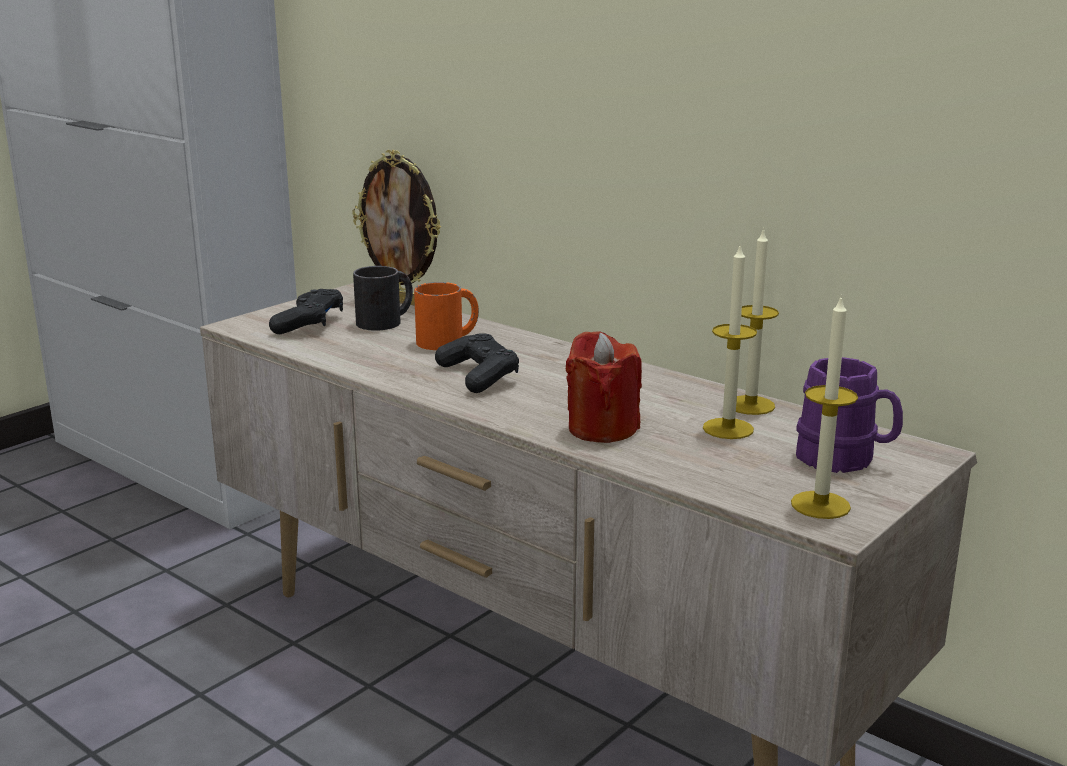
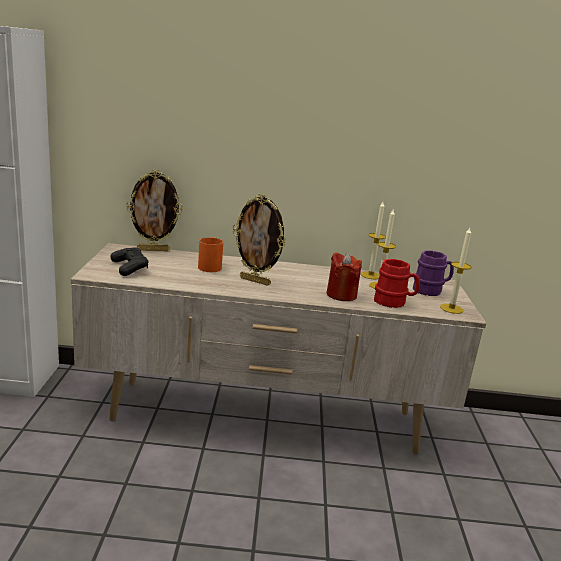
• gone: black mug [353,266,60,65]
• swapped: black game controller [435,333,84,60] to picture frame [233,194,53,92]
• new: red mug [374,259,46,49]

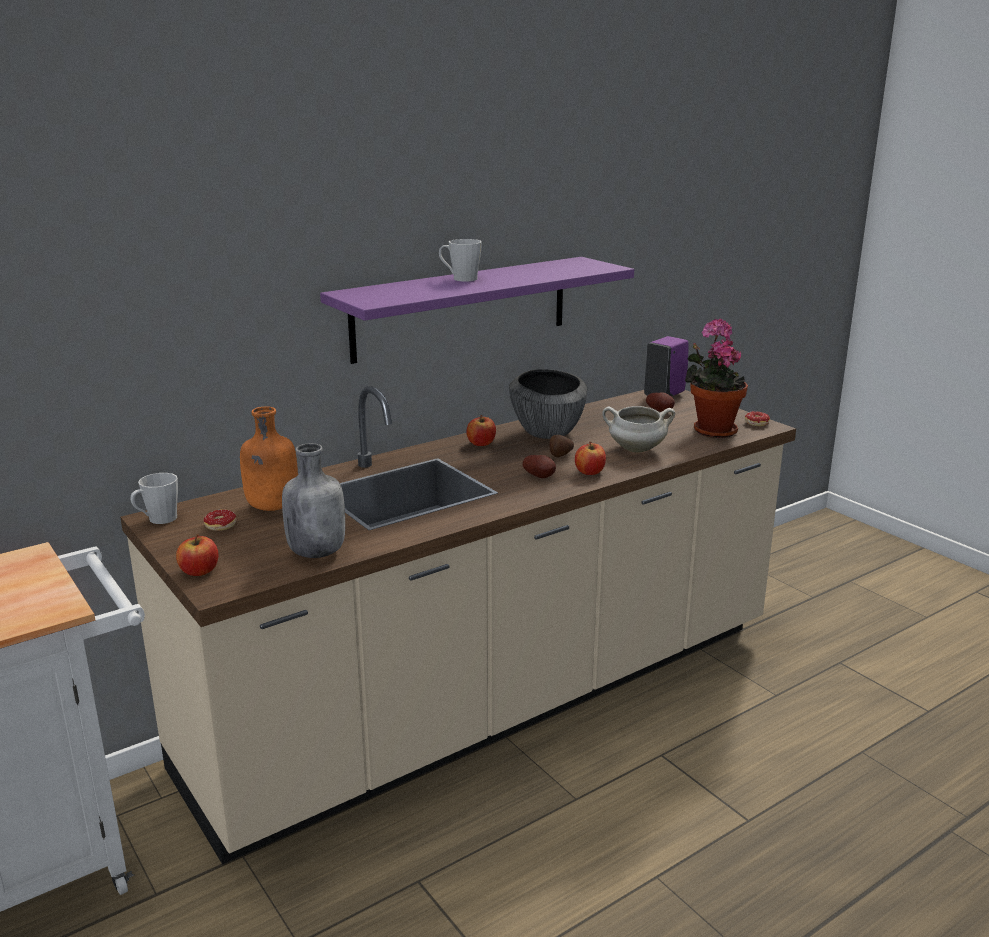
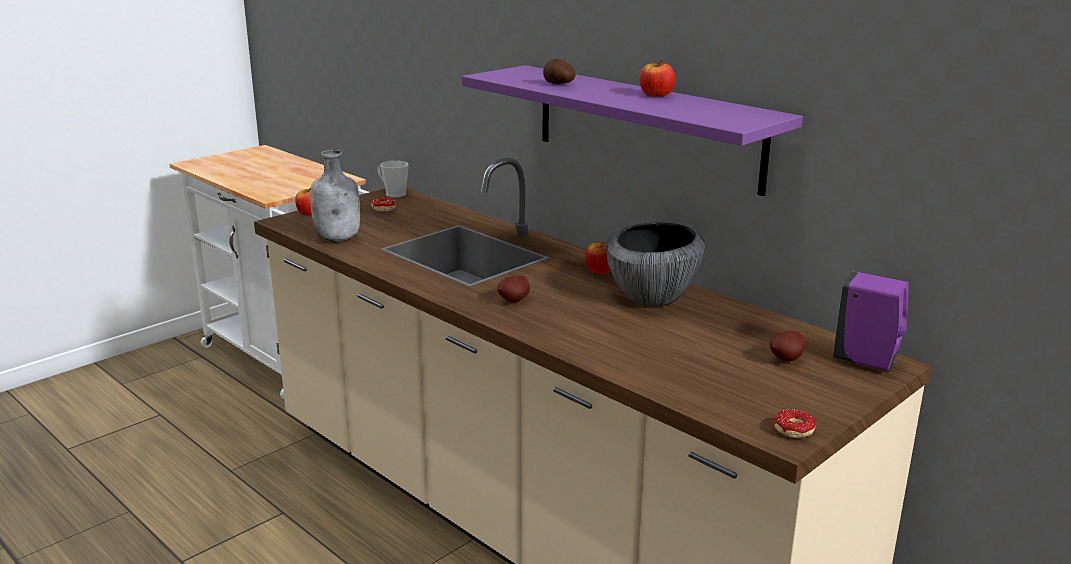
• gone: grey mug [439,239,43,43]
• gone: potted plant [685,319,63,119]
• gone: orange bottle [240,406,58,105]
• gone: white cooking pot [602,406,73,47]
• shifted: potato [549,435,25,22] to [543,59,32,25]
• shifted: apple [575,442,31,33] to [639,60,36,37]

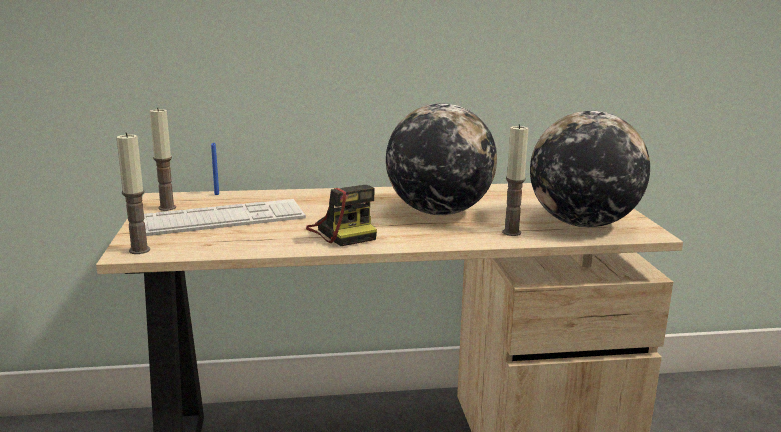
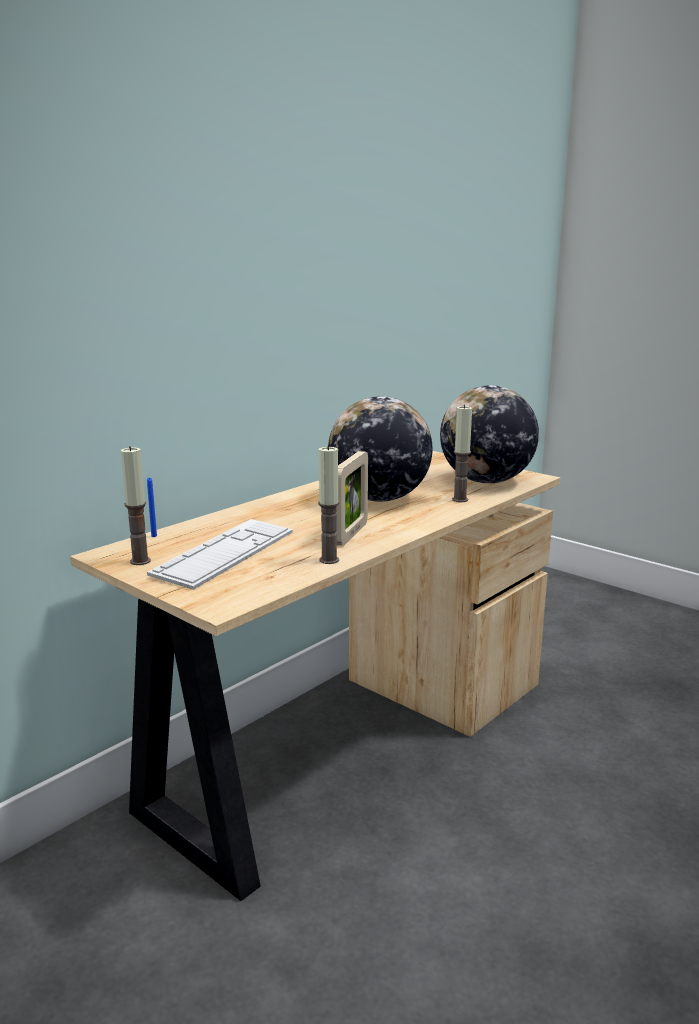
• shifted: candle [117,133,33,121] to [318,445,21,119]
• swapped: photo camera [306,185,71,61] to picture frame [336,451,32,95]

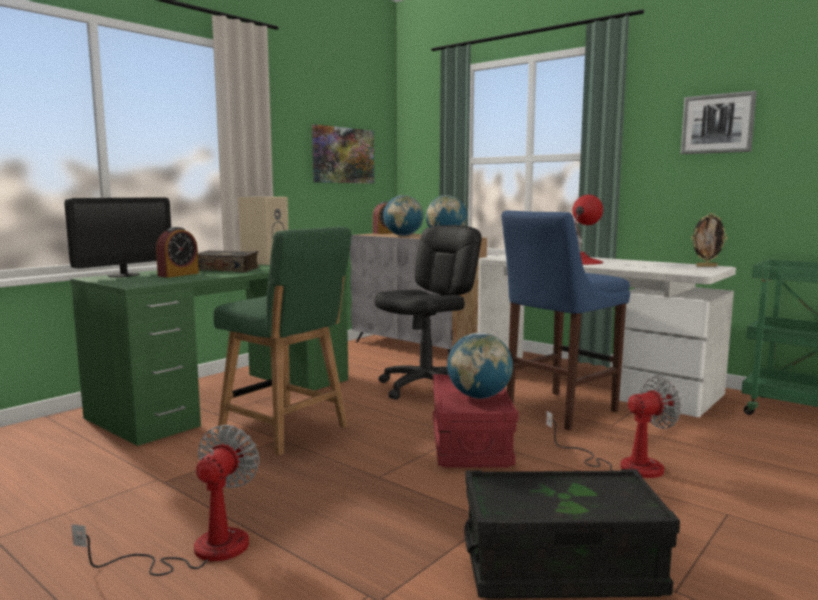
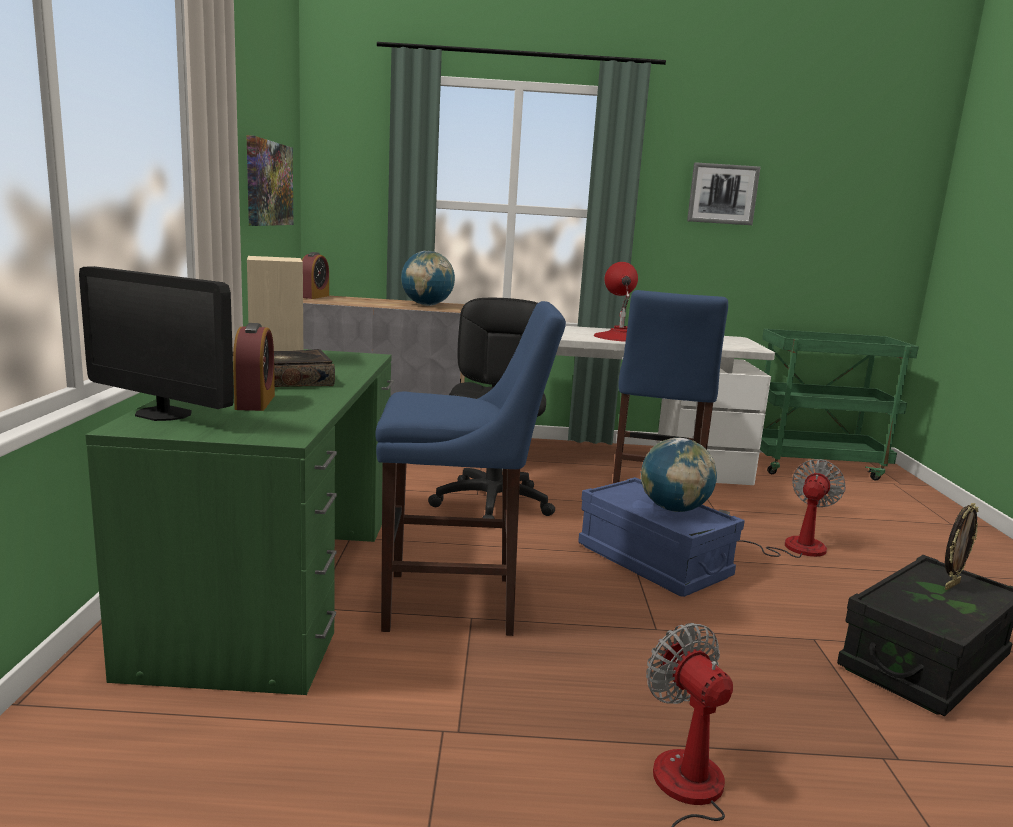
• gone: globe [383,195,40,41]
• rotated: monitor [64,197,107,80] = [79,266,155,155] 120 degrees clockwise
• shifted: picture frame [691,213,36,54] to [945,503,33,87]
• swapped: green chair [214,227,137,228] to blue stool [375,301,191,335]
• repainted: red storage box [433,374,85,93] to blue storage box [578,477,167,120]

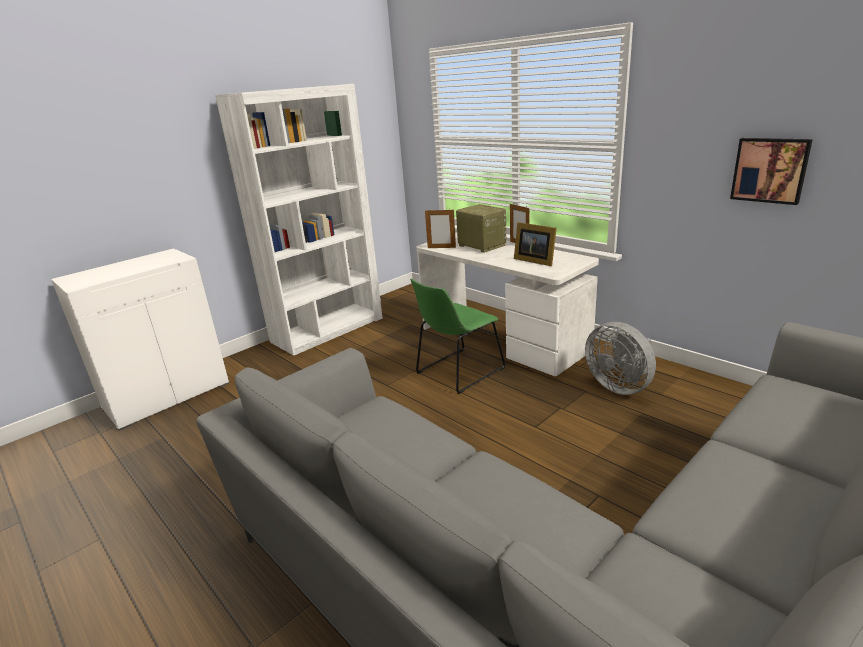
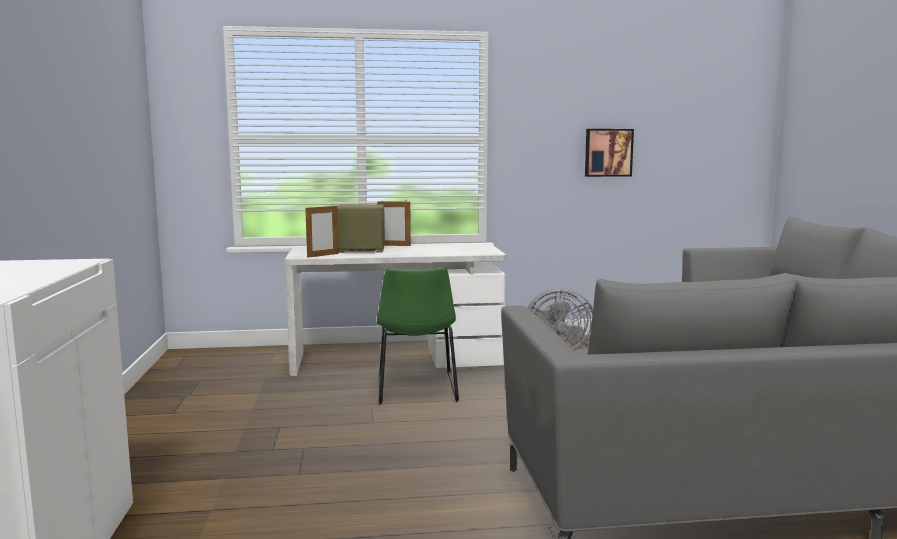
• gone: white bookcase [215,84,168,272]
• gone: picture frame [514,222,43,44]

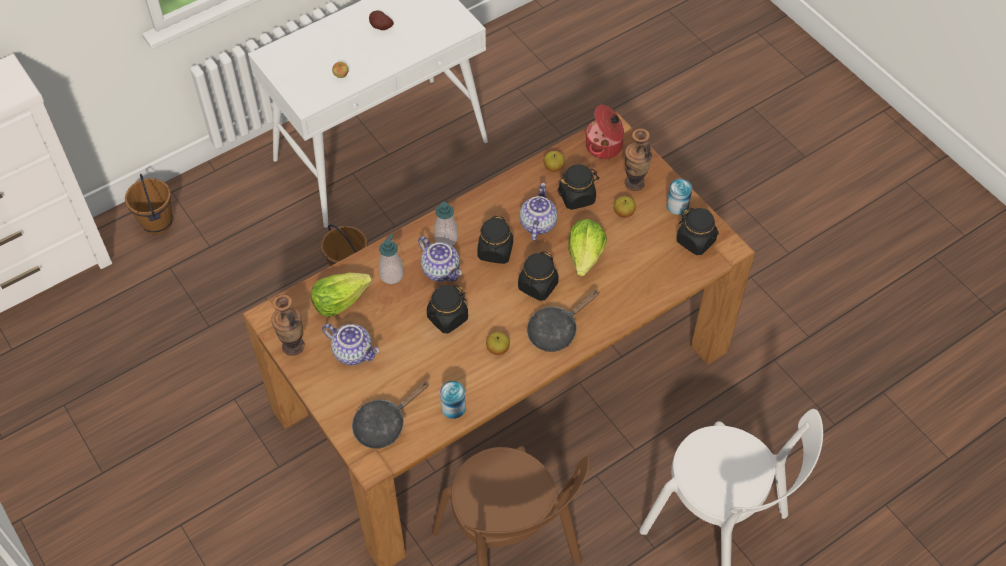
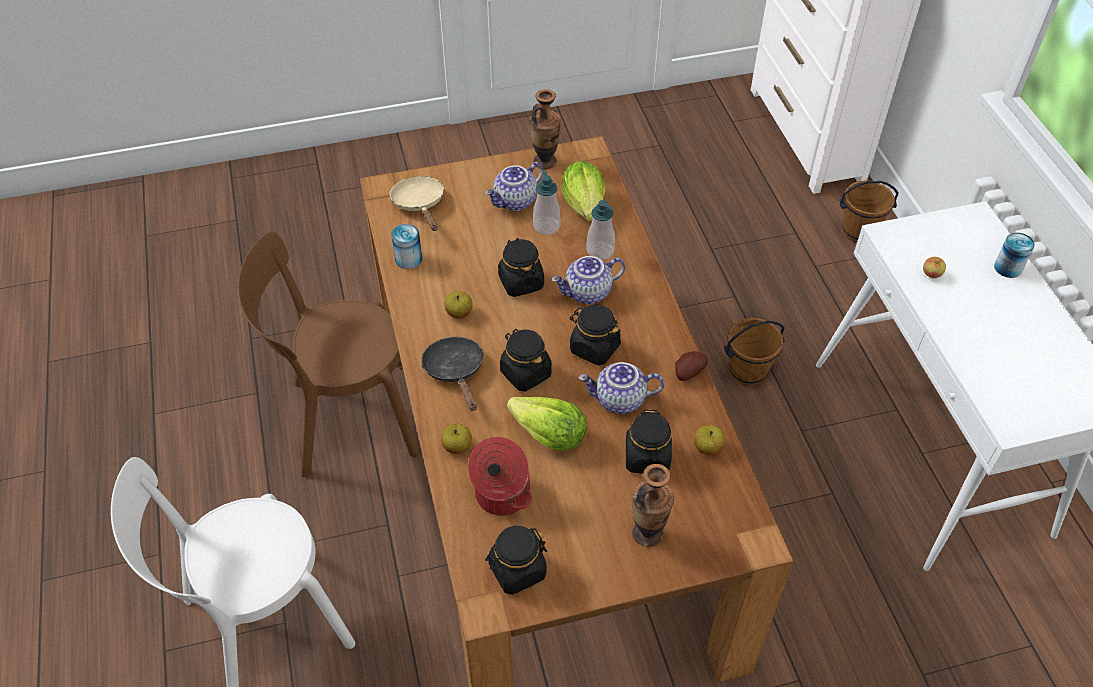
• shifted: potato [369,10,25,20] to [675,351,33,30]
• shifted: cooking pot [585,105,39,54] to [468,437,64,79]
• shifted: can [666,179,26,36] to [994,233,41,45]
• rotated: teapot [519,183,39,58] = [579,362,85,52] 150 degrees clockwise
• shifted: apple [614,196,22,22] to [441,423,31,31]
• shifted: soap dispenser [434,202,24,44] to [533,170,27,65]
• repainted: black frying pan [352,381,77,68] to beige frying pan [389,176,55,55]

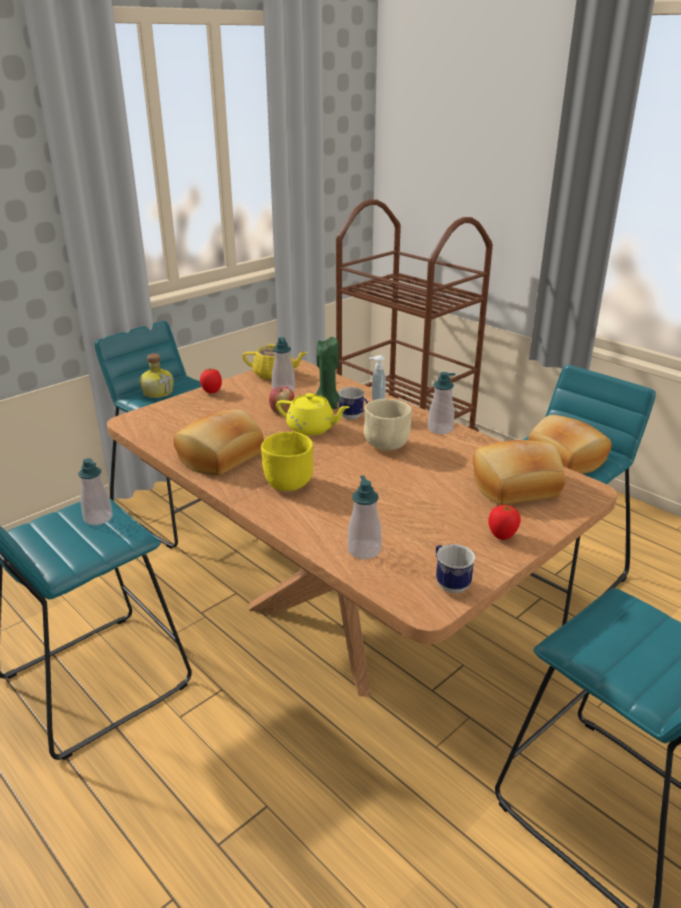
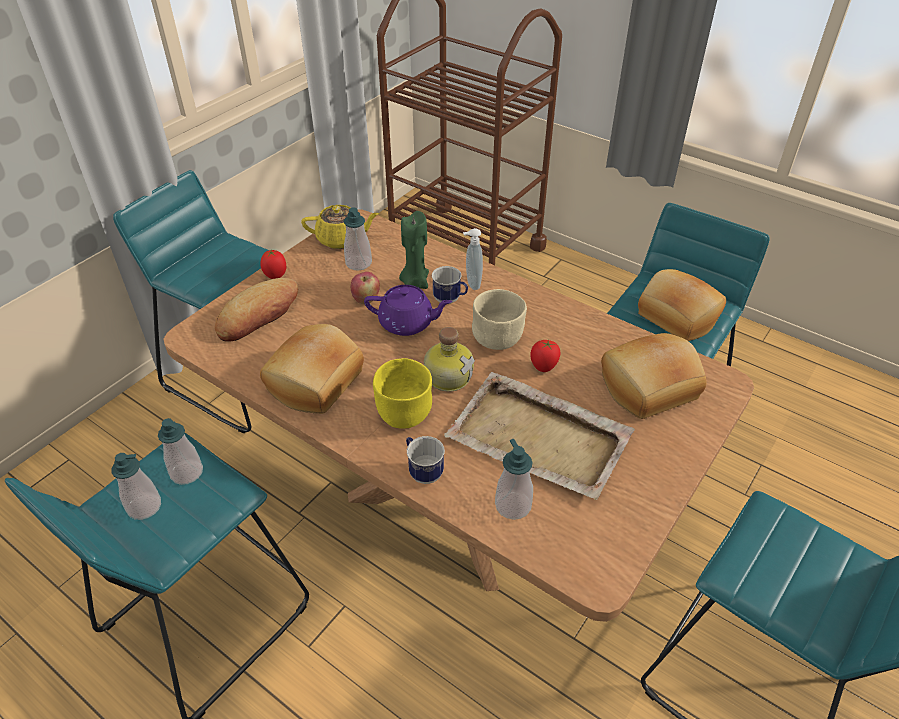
• shifted: bottle [139,353,35,45] to [424,327,51,65]
• shifted: soap dispenser [428,372,27,62] to [111,453,50,67]
• repainted: yellow teapot [276,393,74,43] to purple teapot [364,285,88,51]
• shifted: tomato [488,505,33,35] to [530,340,30,32]
• shifted: mug [436,544,39,49] to [406,436,39,48]
• new: bread [215,278,83,64]
• new: beige tray [444,372,191,128]

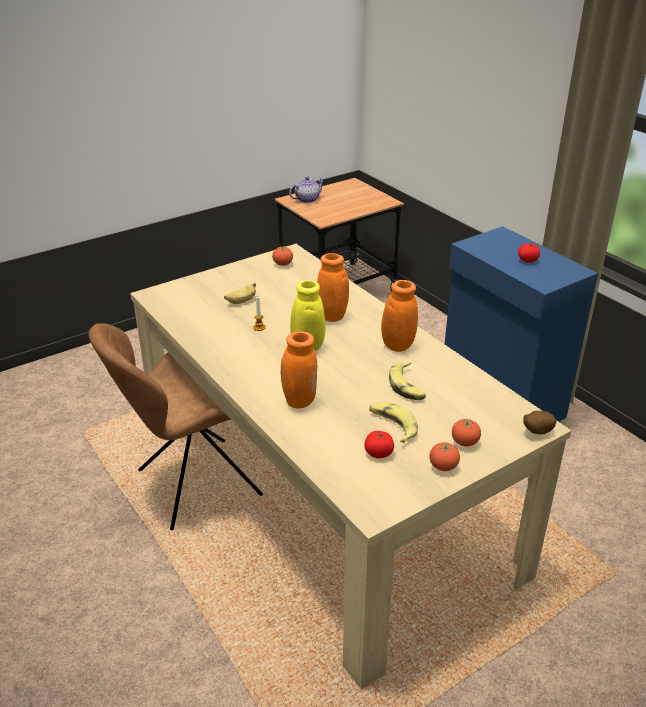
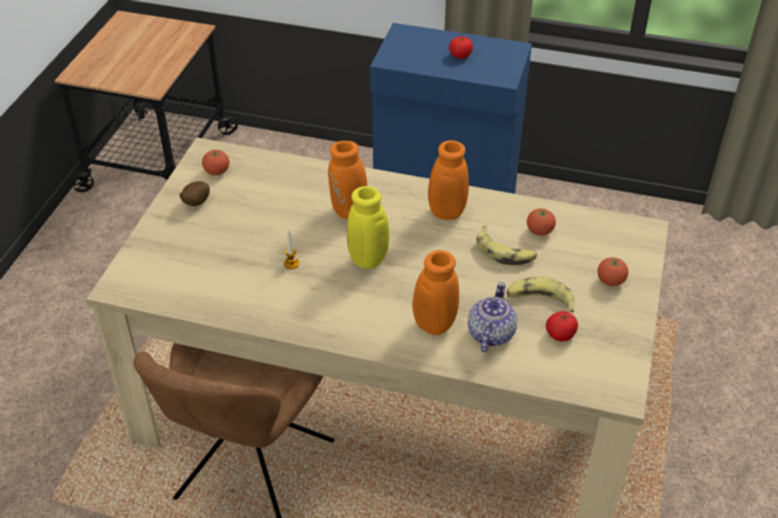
• shifted: teapot [289,176,36,27] to [468,282,49,70]
• gone: banana [224,283,32,21]
• shifted: potato [523,411,33,23] to [180,181,30,25]
• shifted: tomato [429,442,31,29] to [527,208,29,28]

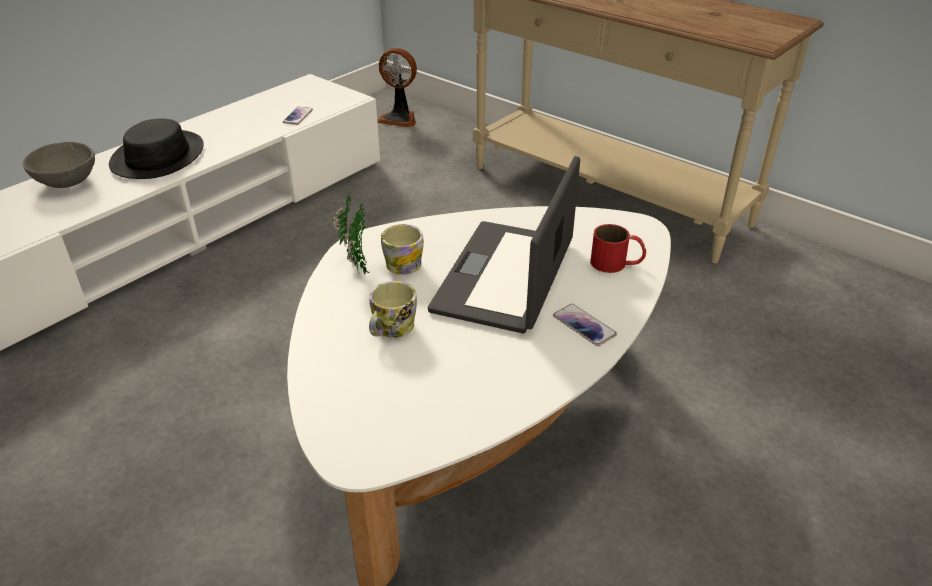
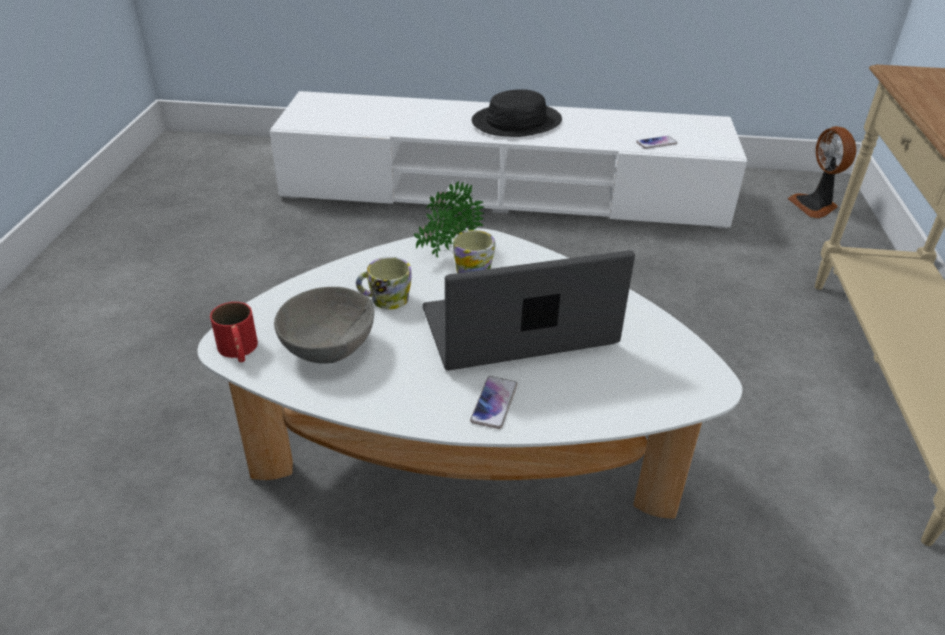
• shifted: grey bowl [22,142,73,46] to [274,287,100,76]
• shifted: red mug [590,224,56,49] to [210,302,48,60]

